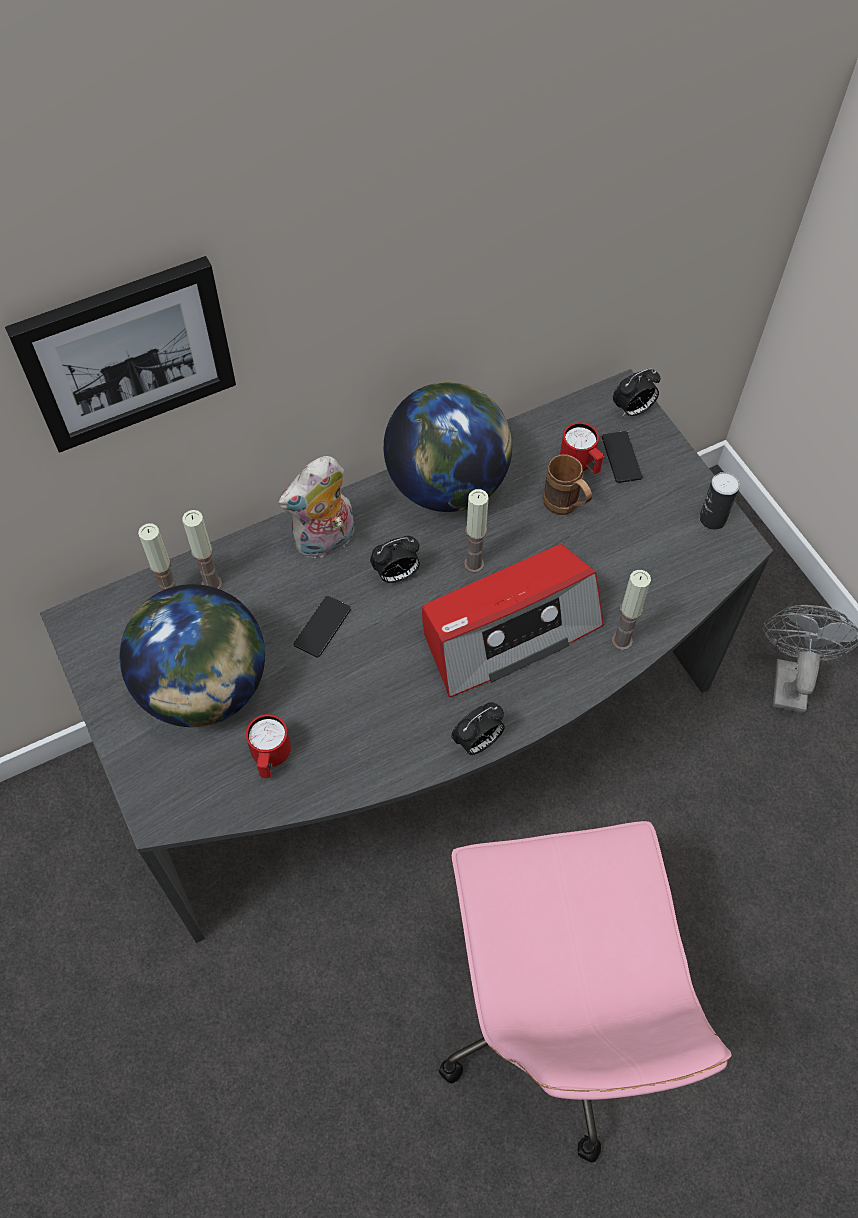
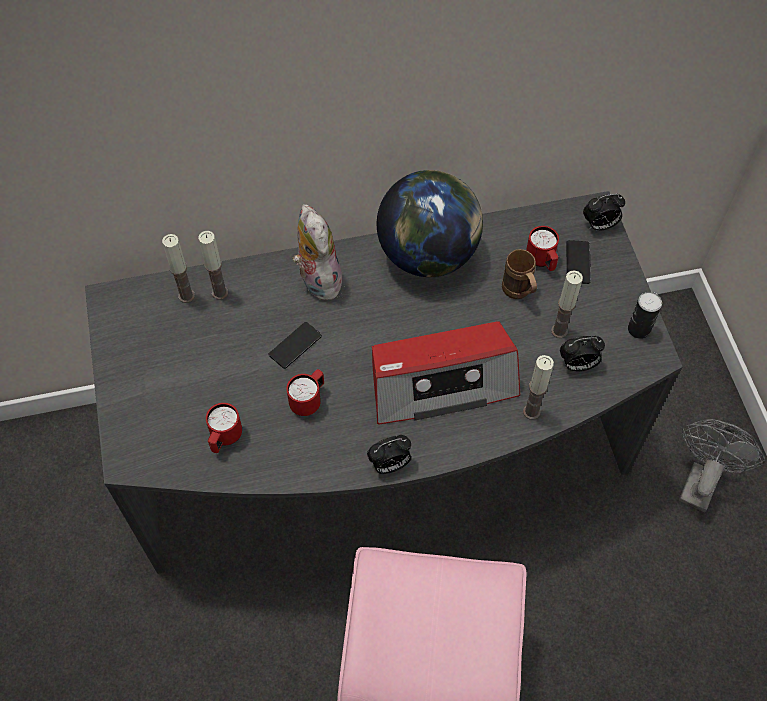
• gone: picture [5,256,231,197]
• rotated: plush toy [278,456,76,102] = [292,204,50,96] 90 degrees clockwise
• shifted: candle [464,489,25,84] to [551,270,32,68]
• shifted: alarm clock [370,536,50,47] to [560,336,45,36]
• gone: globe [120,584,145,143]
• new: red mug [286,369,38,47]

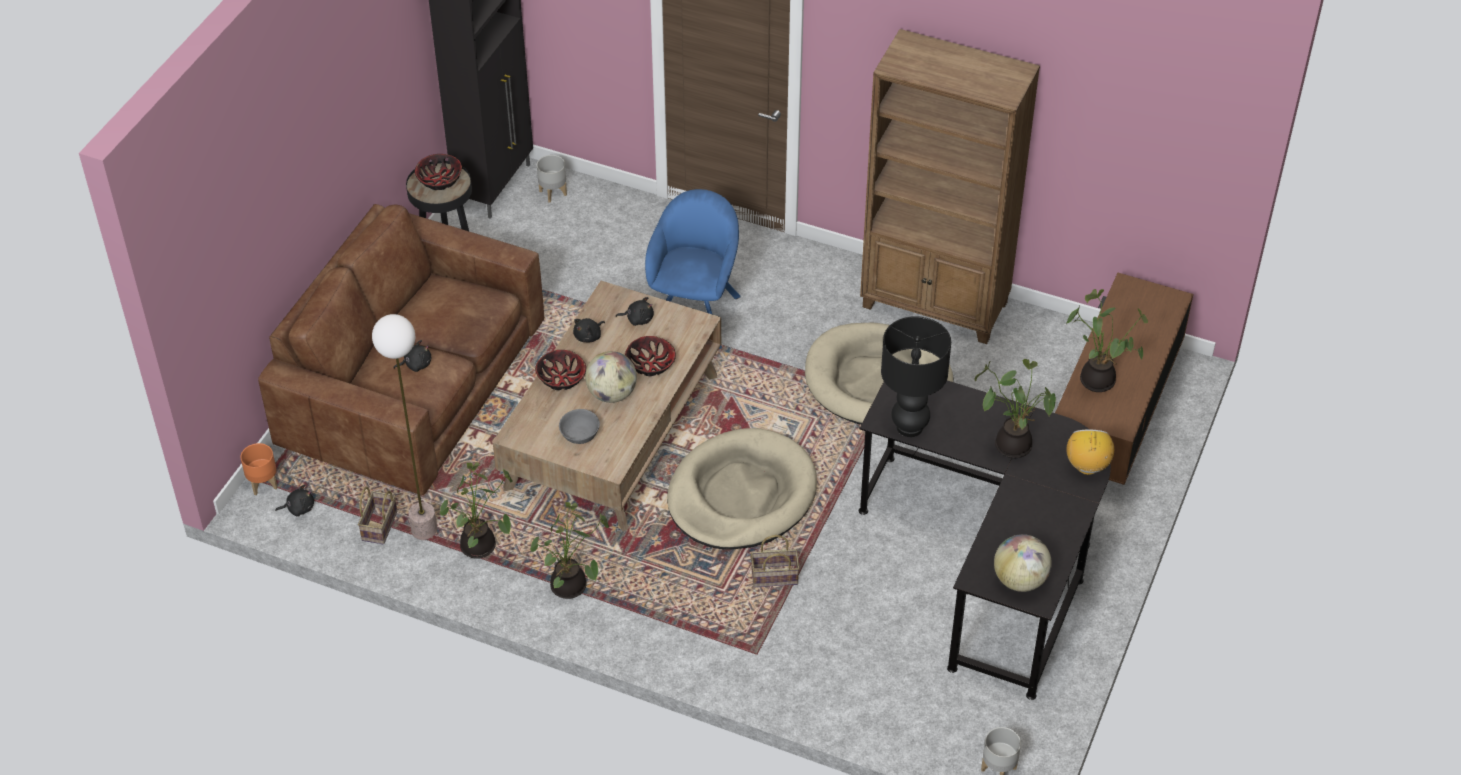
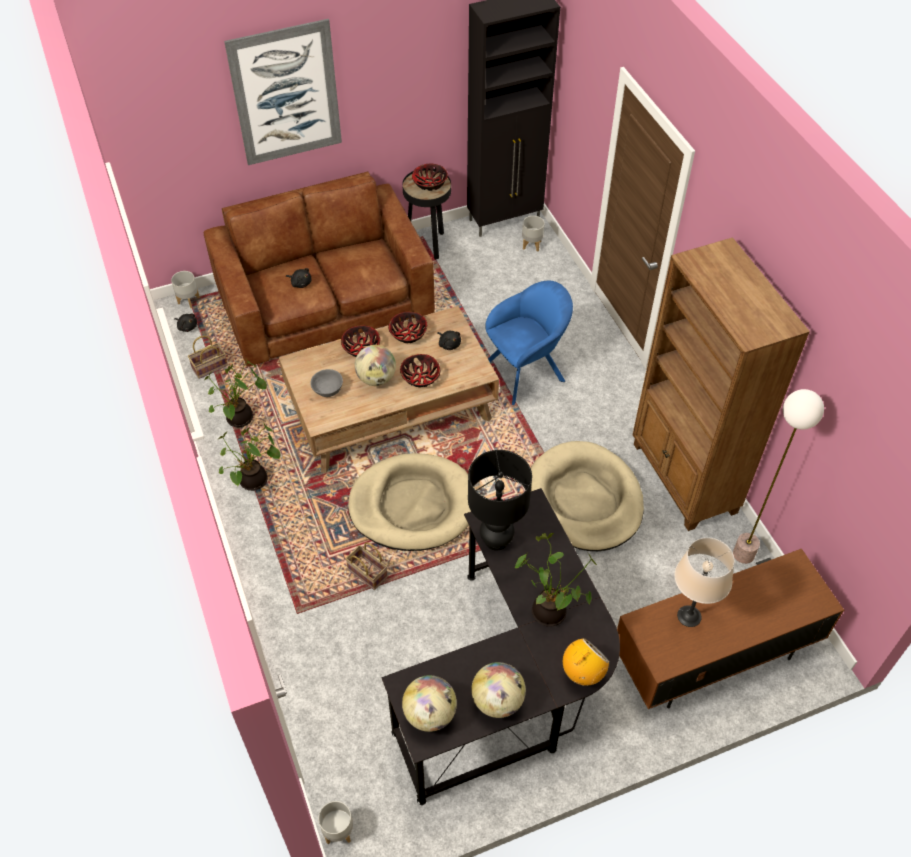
• swapped: potted plant [1066,289,82,103] to beige table lamp [674,538,60,89]
• shifted: floor lamp [372,314,65,226] to [733,389,91,175]
• swapped: black plush toy [573,318,32,24] to bowl [388,312,39,31]
• repainted: orange planter [240,443,37,52] to grey planter [171,271,29,37]
• new: picture [224,19,118,146]
• new: globe [471,662,55,56]

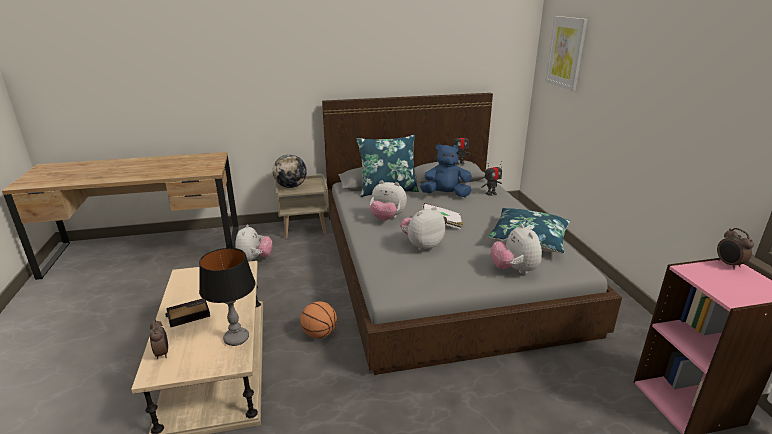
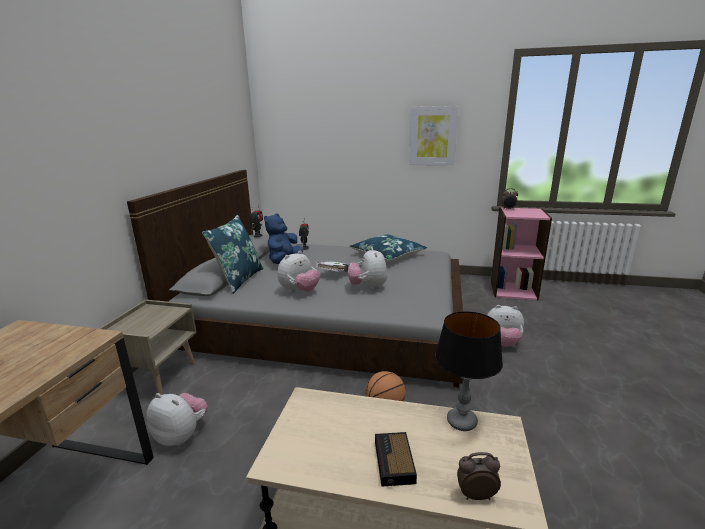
• shifted: picture [545,16,42,75] to [409,106,49,59]
• gone: globe [273,154,34,34]
• shifted: plush toy [491,224,51,50] to [487,305,37,42]

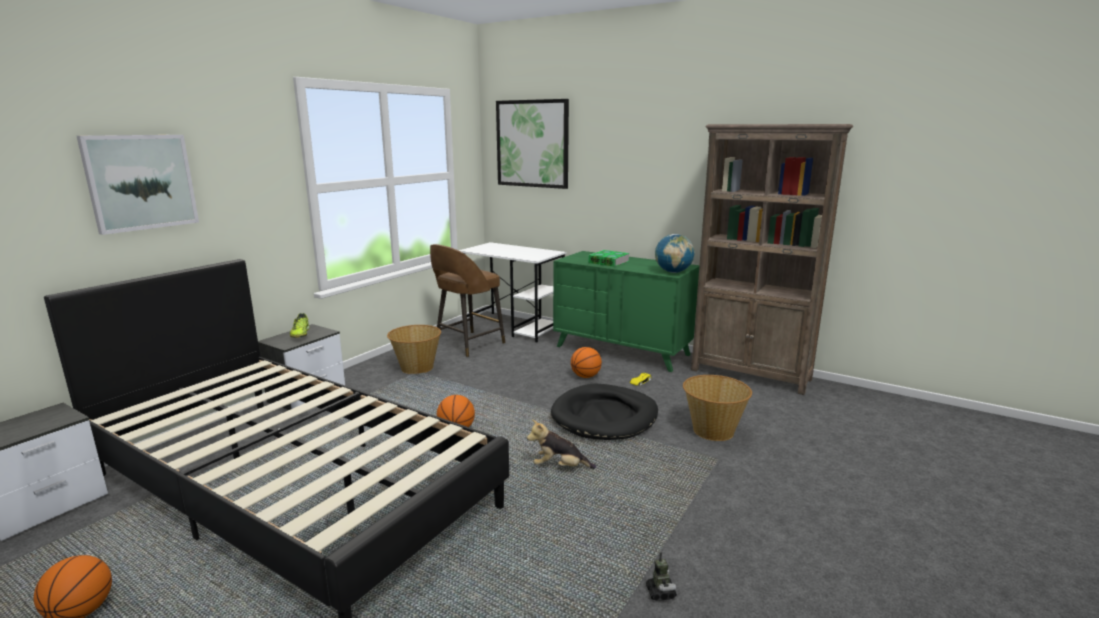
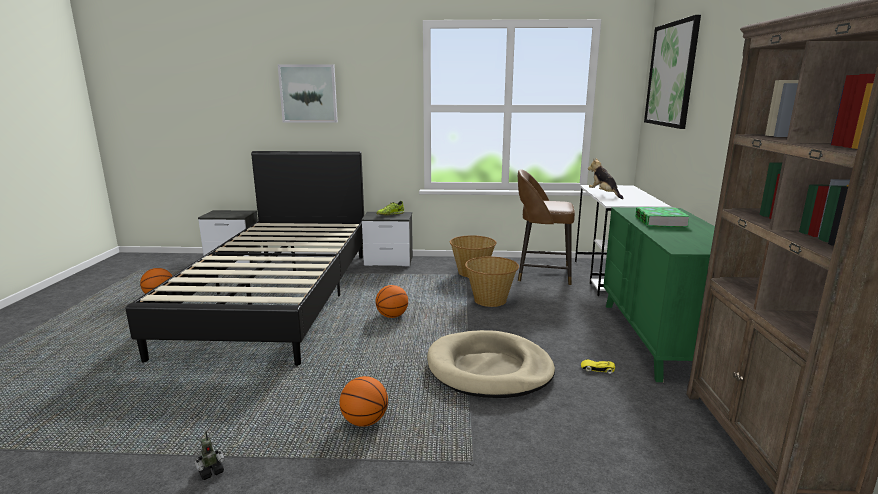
• gone: globe [655,234,39,39]
• shifted: basketball [571,347,31,31] to [340,376,48,51]
• shifted: basket [683,375,69,66] to [465,256,54,51]
• repainted: black dog bed [551,384,107,56] to beige dog bed [427,330,128,68]
• shifted: plush toy [527,419,70,50] to [588,158,36,41]

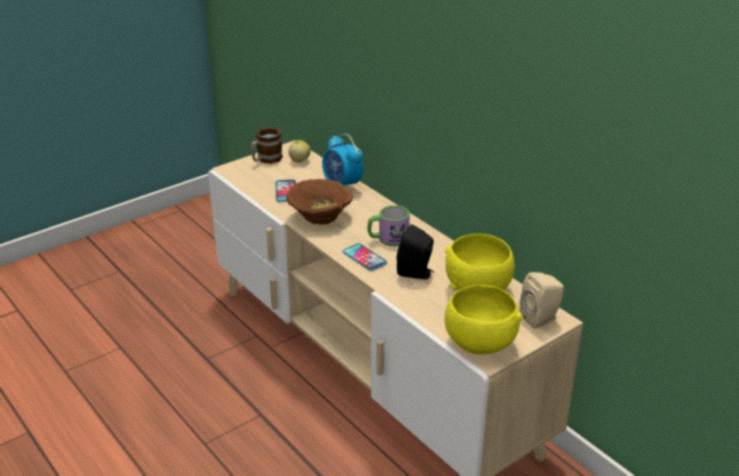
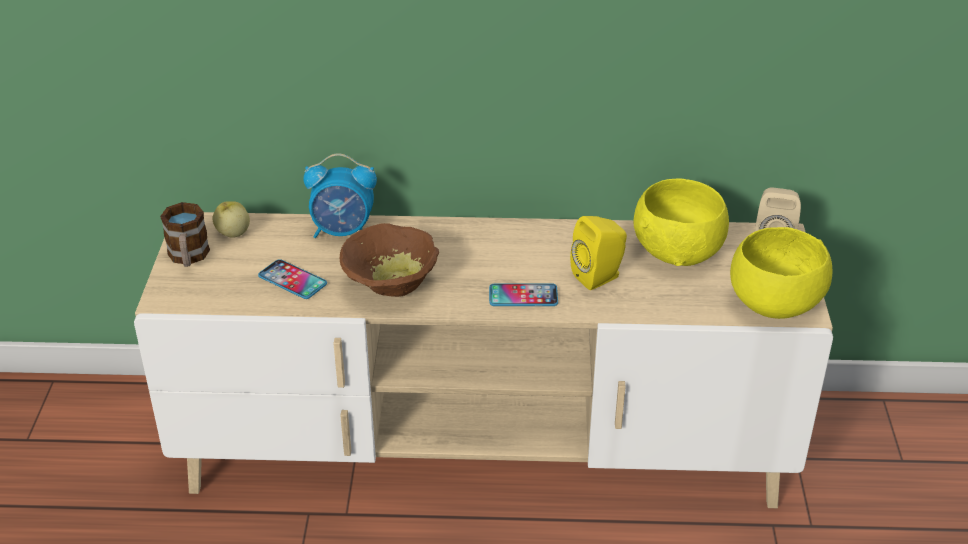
• gone: mug [367,205,43,41]
• repainted: black speaker [396,224,39,55] to yellow speaker [570,216,57,74]

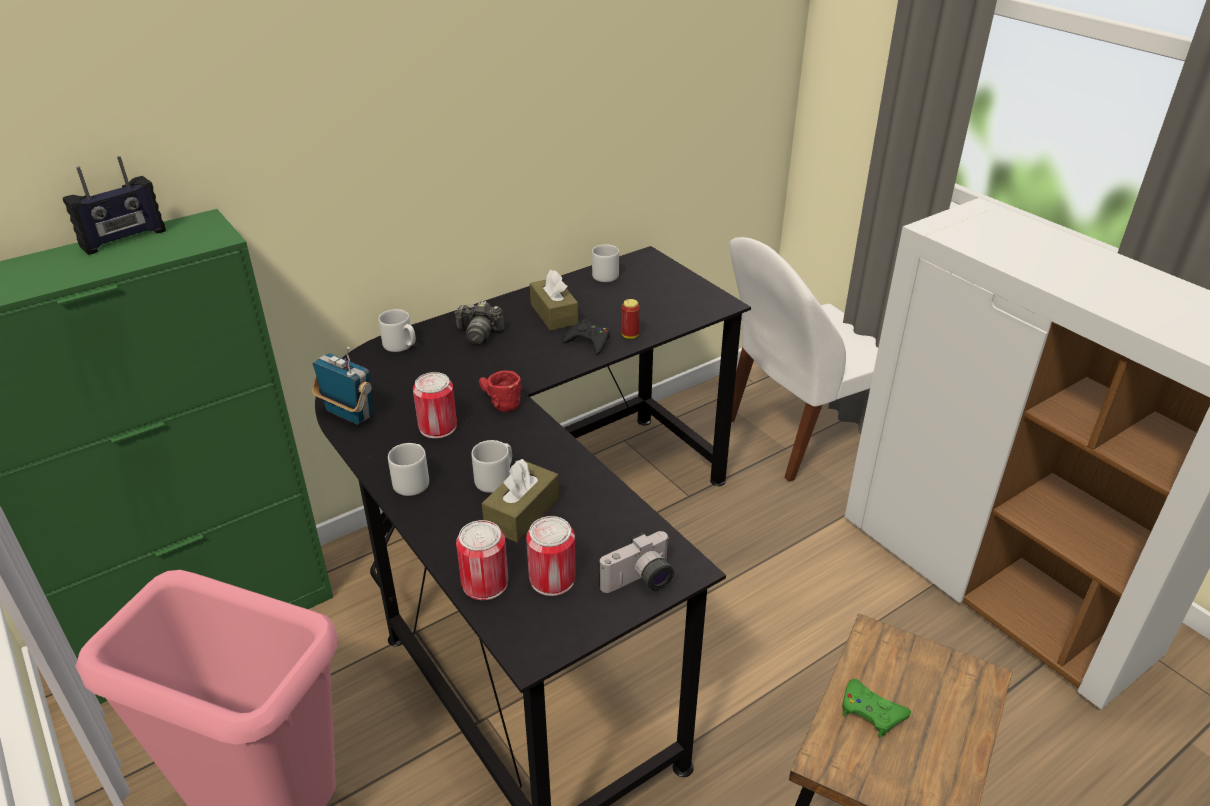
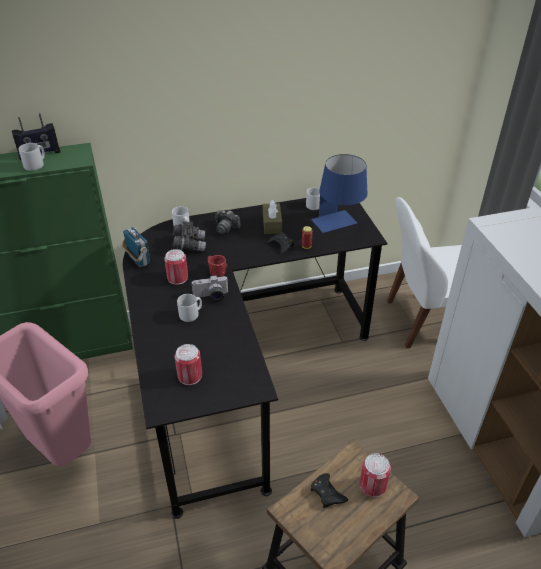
• shifted: grey mug [388,443,41,53] to [18,143,27,28]
• gone: brown tissue box [482,459,77,83]
• shifted: can [456,520,52,80] to [360,453,31,45]
• shifted: photo camera [598,531,76,62] to [191,275,37,27]
• repainted: green game controller [842,679,70,59] to black game controller [311,473,37,35]
• new: blue table lamp [311,154,56,79]
• new: grey binoculars [173,222,33,29]

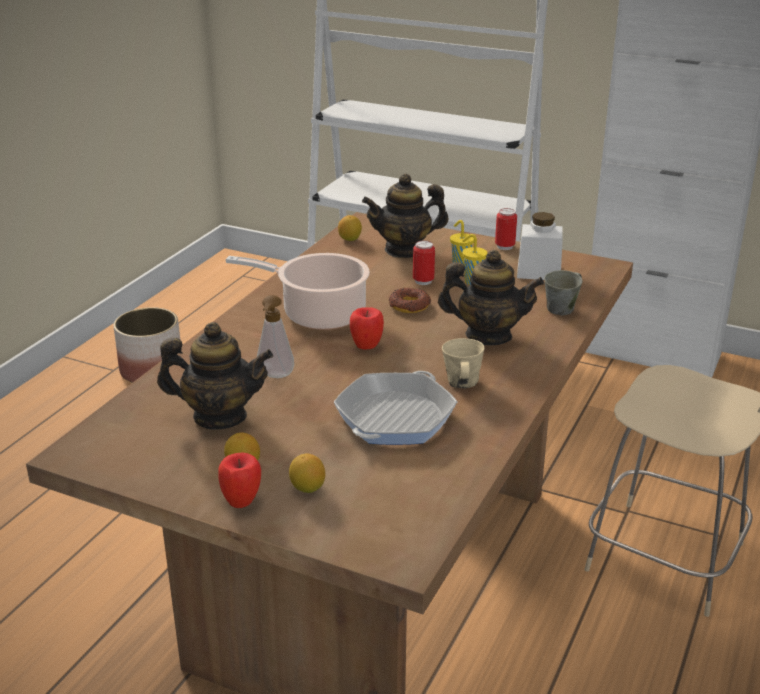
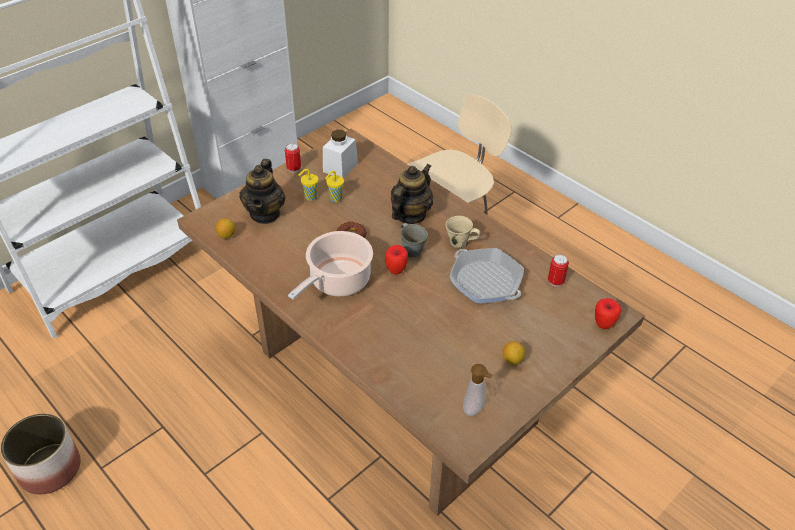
• shifted: can [413,241,22,44] to [548,254,21,33]
• shifted: grey mug [544,270,38,46] to [401,223,27,34]
• shifted: soap dispenser [257,295,37,83] to [463,364,30,52]
• gone: teapot [157,322,116,107]
• shifted: apple [218,452,43,56] to [595,298,26,31]
• gone: lemon [289,454,36,39]

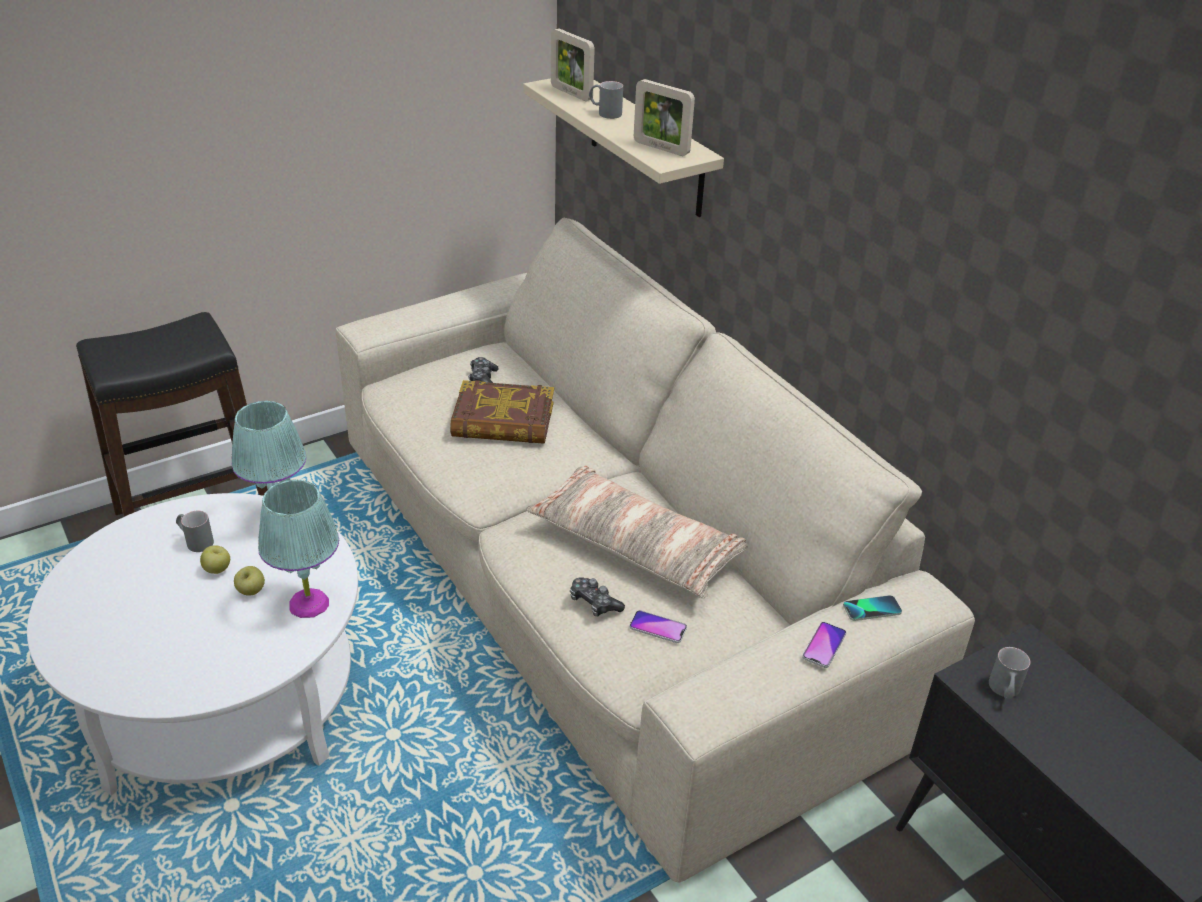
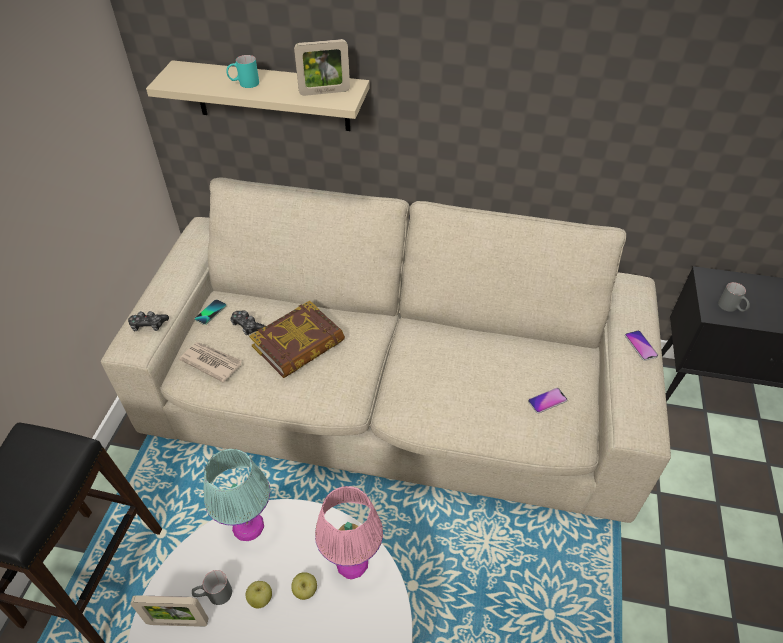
• shifted: picture frame [551,28,44,73] to [130,595,78,32]
• repainted: grey mug [589,81,34,38] to turquoise mug [227,55,32,33]
• gone: pillow [526,466,222,132]
• repainted: turquoise table lamp [258,479,81,139] to pink table lamp [315,486,68,94]
• shifted: game controller [570,577,55,39] to [128,311,41,20]
• shifted: phone [843,595,59,26] to [194,299,33,26]
• new: newspaper [179,342,63,41]

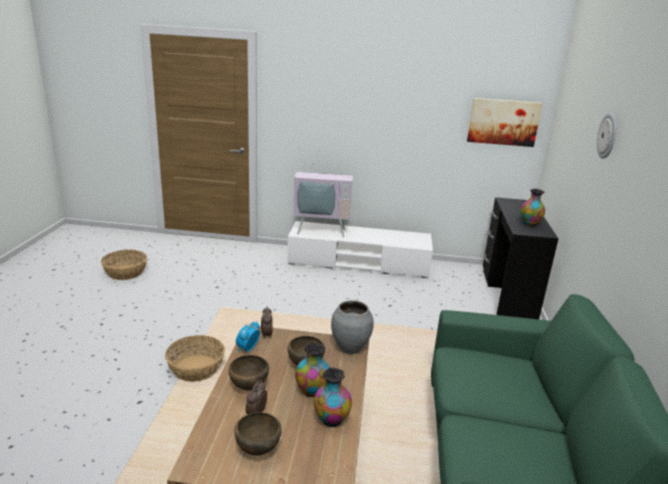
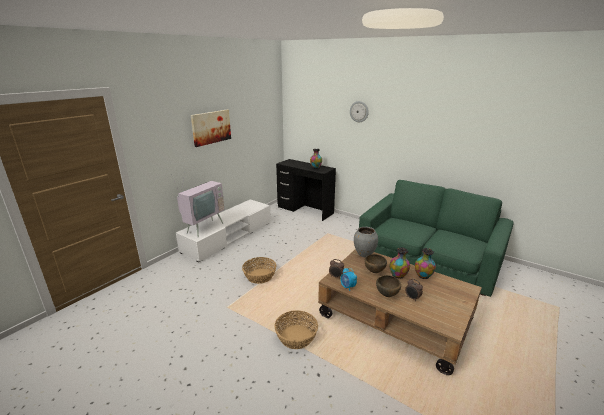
• shifted: picture [467,98,76,49] to [191,110,40,37]
• shifted: basket [101,250,46,30] to [242,257,34,27]
• gone: brown bowl [234,412,48,44]

